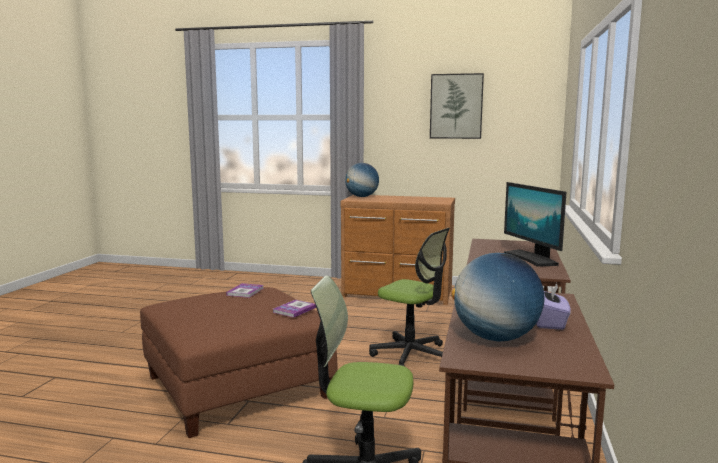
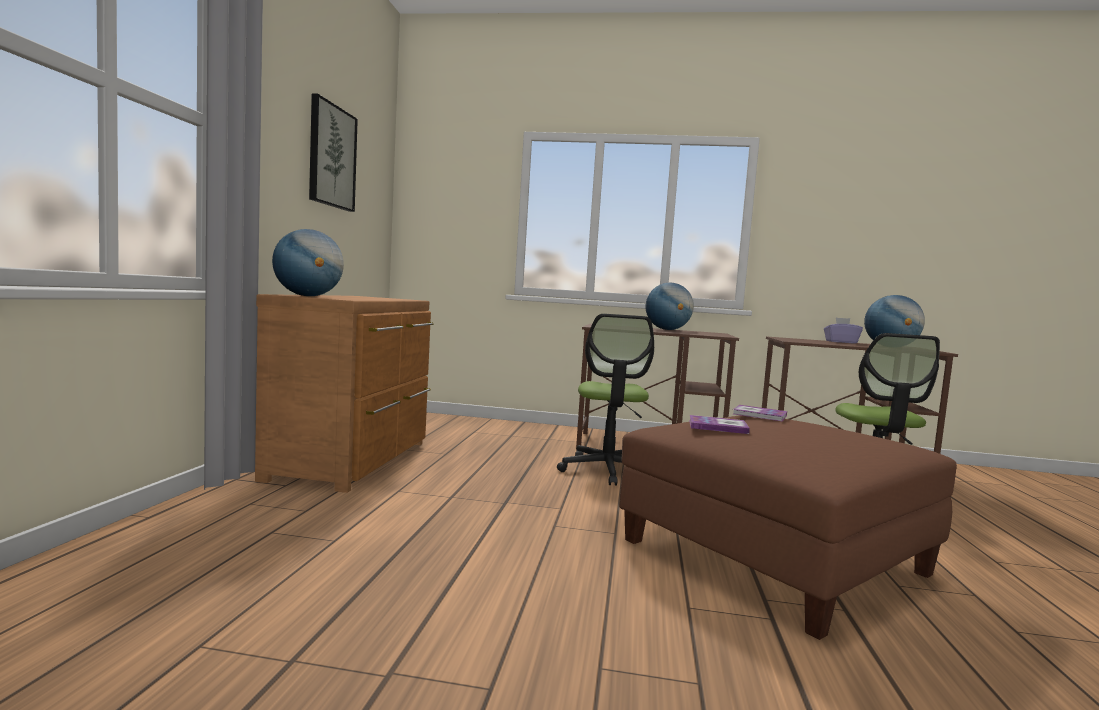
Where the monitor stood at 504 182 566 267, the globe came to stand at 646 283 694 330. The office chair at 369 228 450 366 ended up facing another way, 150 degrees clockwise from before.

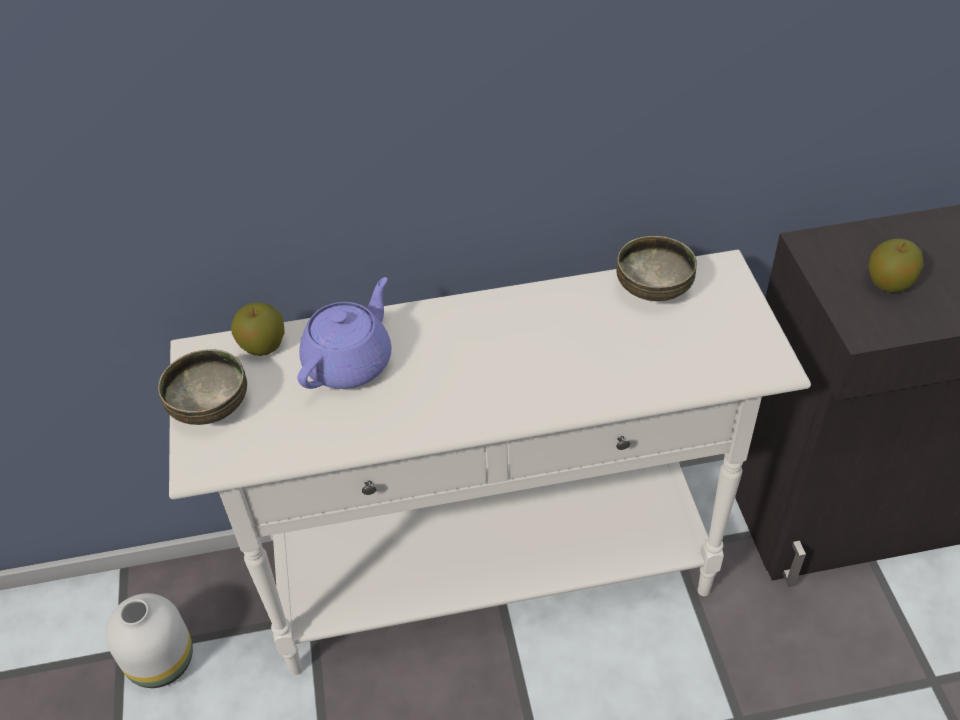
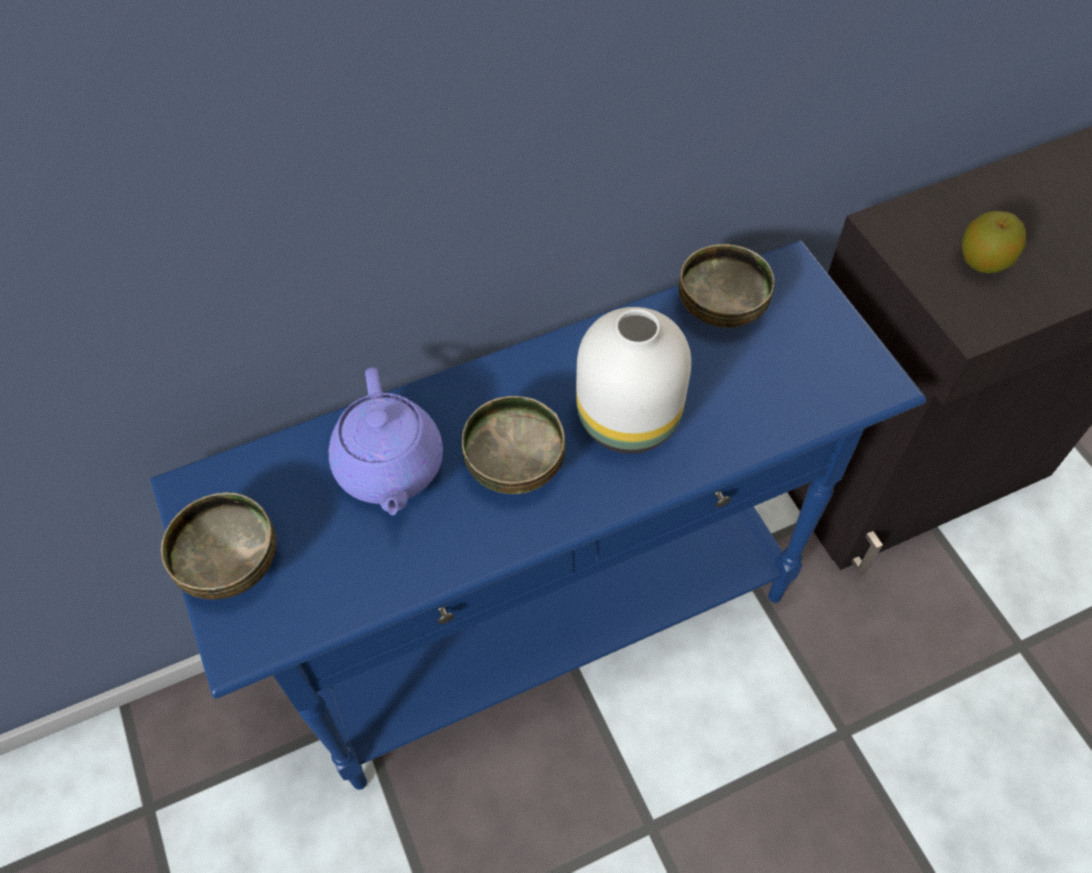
What was the console table in white at 169 250 811 675 turned into the console table in blue at 150 240 926 790. The teapot in purple at 297 277 391 389 ended up facing another way, 150 degrees clockwise from before. The second view lost the apple at 231 303 285 356. The vase in white ended up elsewhere, having gone from 105 593 193 688 to 576 307 691 453. The second view gained the bowl at 461 396 565 494.

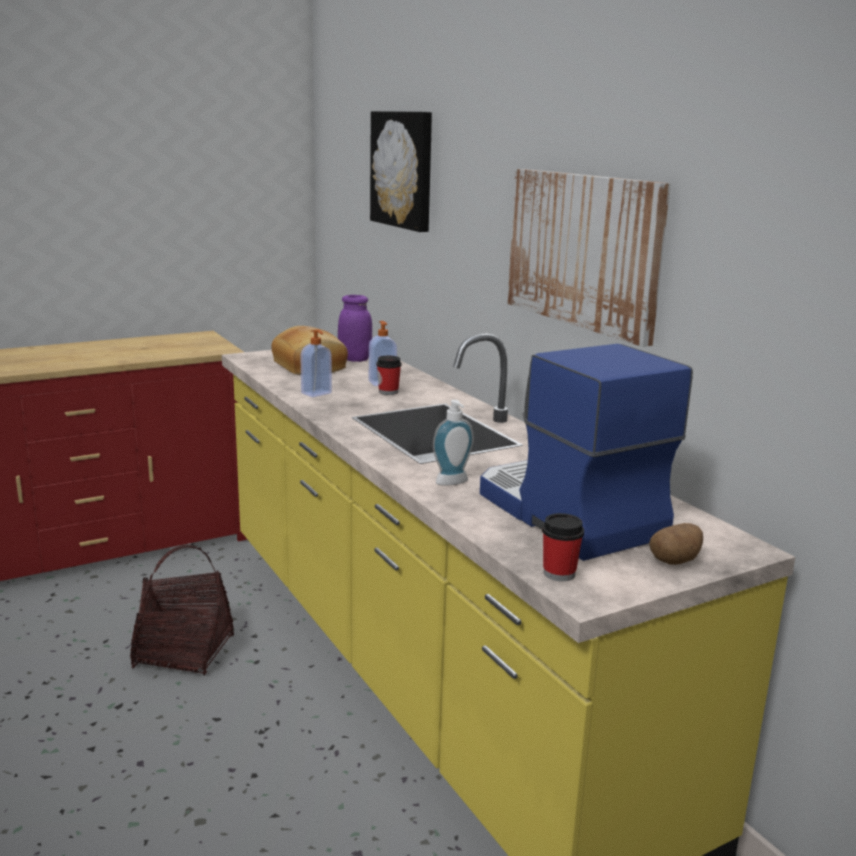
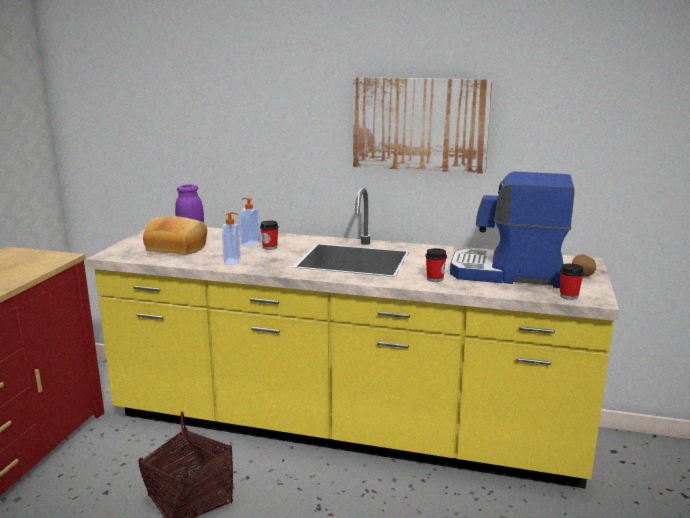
The second view lost the picture at 370 111 432 232. Where the soap dispenser stood at 433 400 474 485, the cup came to stand at 426 248 447 282.

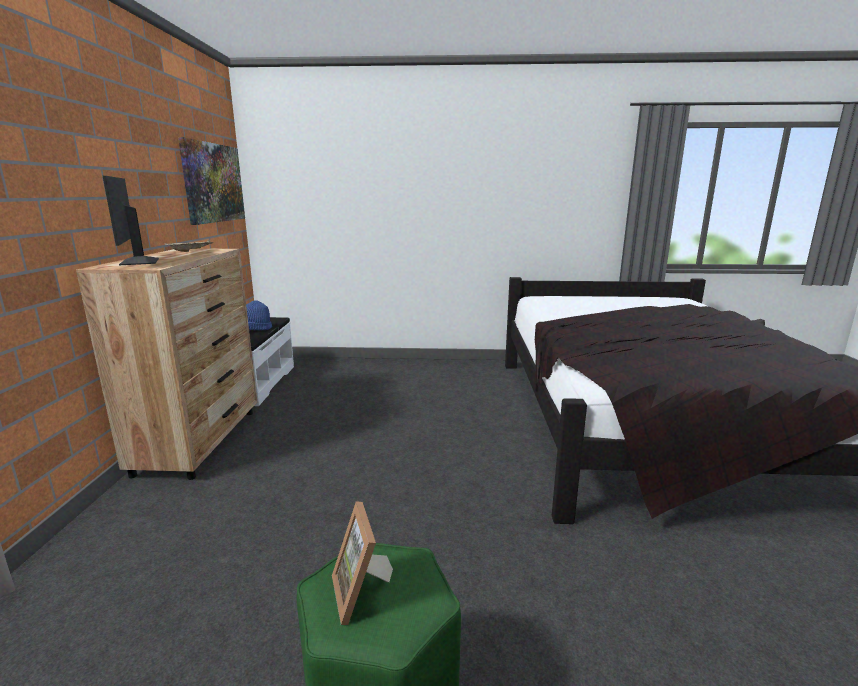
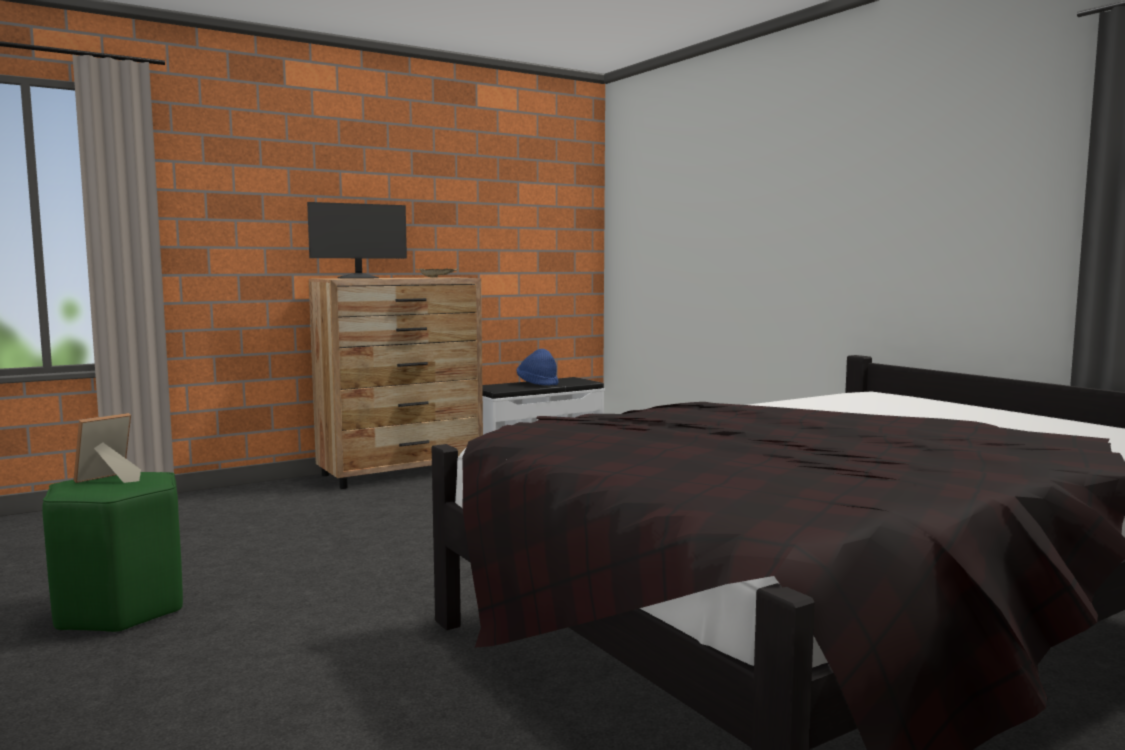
The second view lost the picture at 178 137 245 225. The monitor at 103 176 159 265 ended up facing another way, 150 degrees counterclockwise from before.

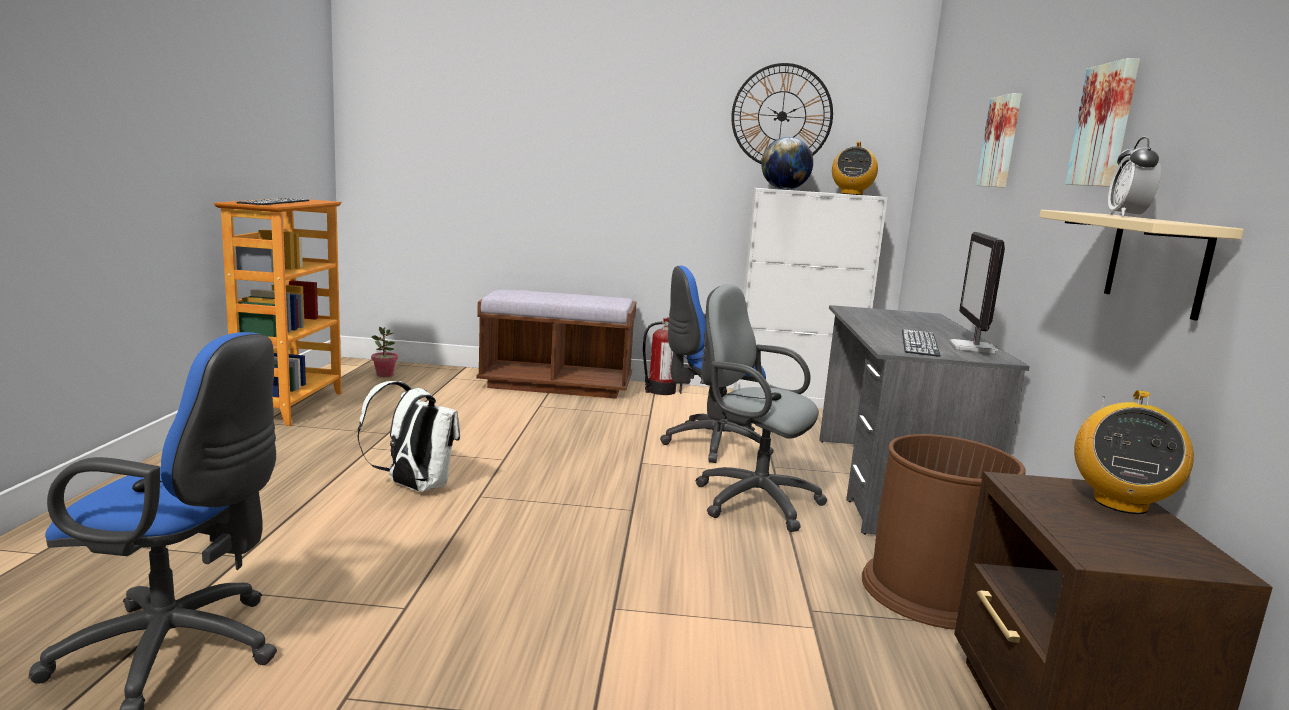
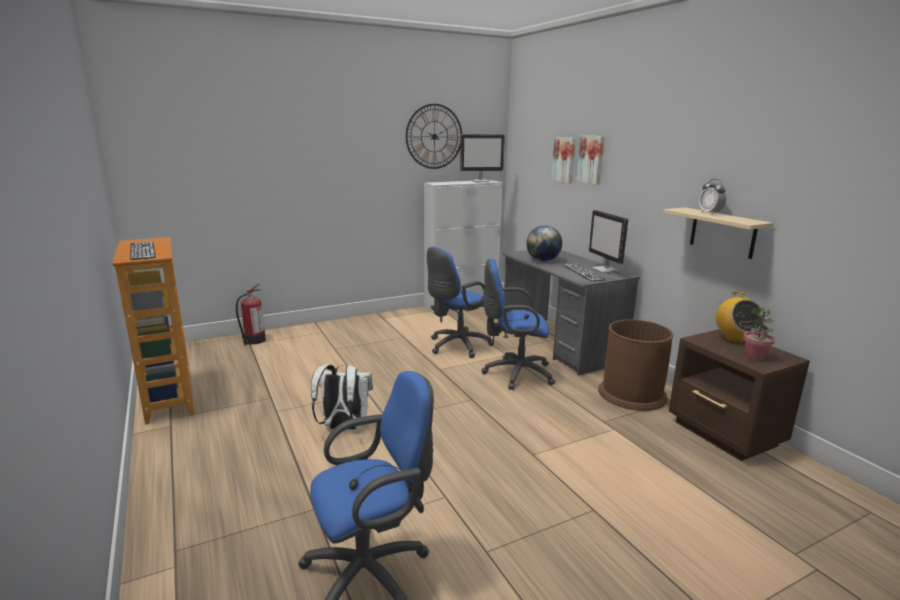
The picture ended up elsewhere, having gone from 1065 58 1140 187 to 551 137 576 183. The globe ended up elsewhere, having gone from 761 137 813 190 to 526 226 562 261. Where the radio stood at 832 141 878 195, the monitor came to stand at 460 134 505 182. What was the office chair in grey at 695 284 827 532 turned into the office chair in blue at 482 259 556 390. The second view lost the bench in brown at 476 289 637 399. The fire extinguisher ended up elsewhere, having gone from 643 316 676 395 to 236 283 266 345. The potted plant ended up elsewhere, having gone from 371 327 398 377 to 743 307 775 360.

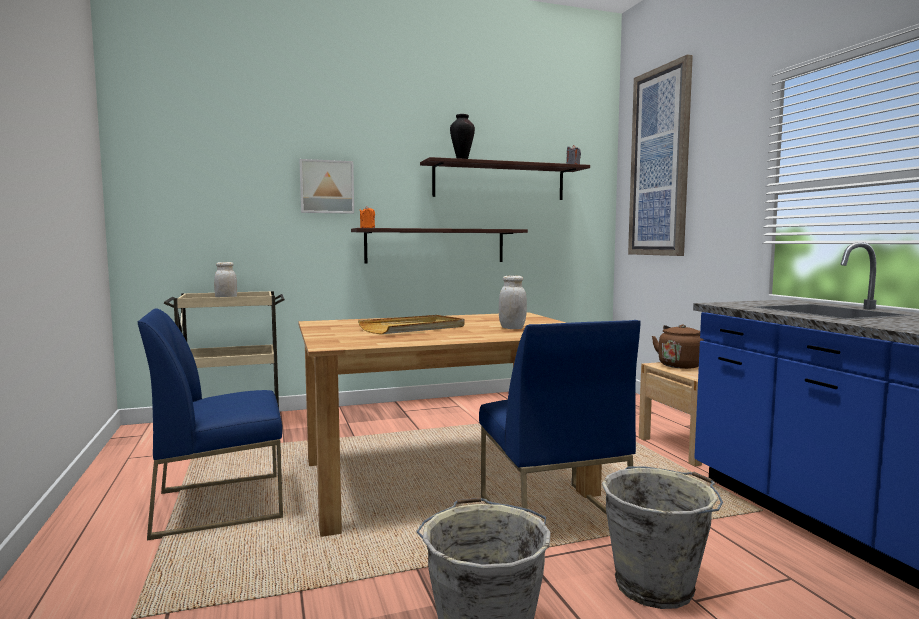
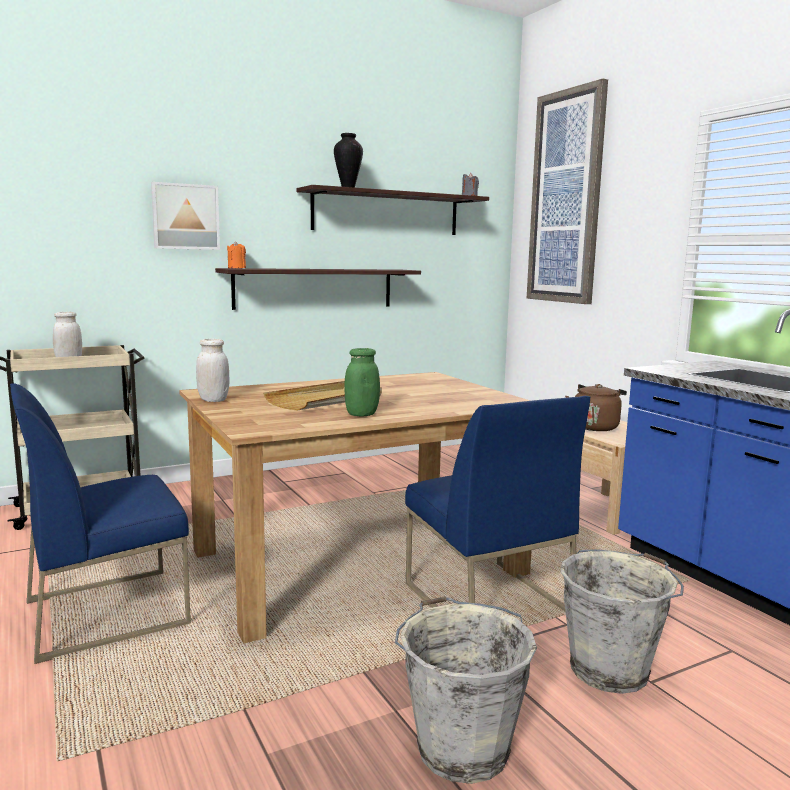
The jar in white ended up elsewhere, having gone from 499 275 527 329 to 196 338 229 402. The second view gained the jar in green at 344 348 380 417.

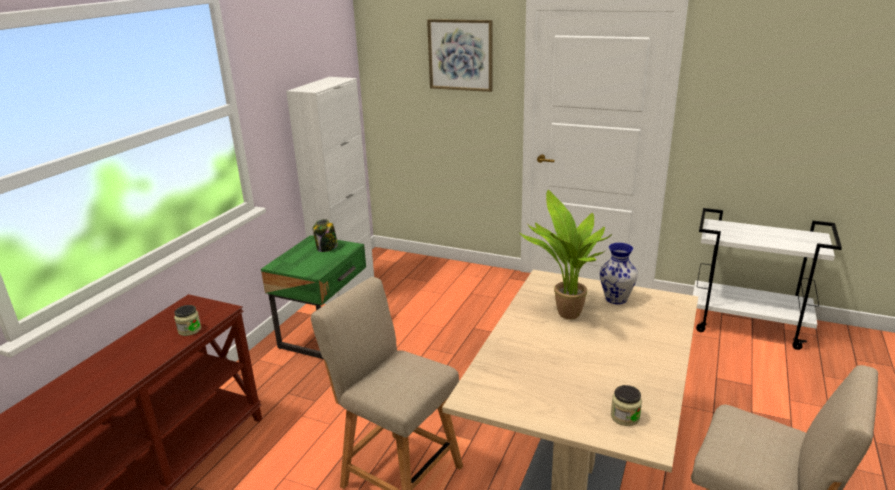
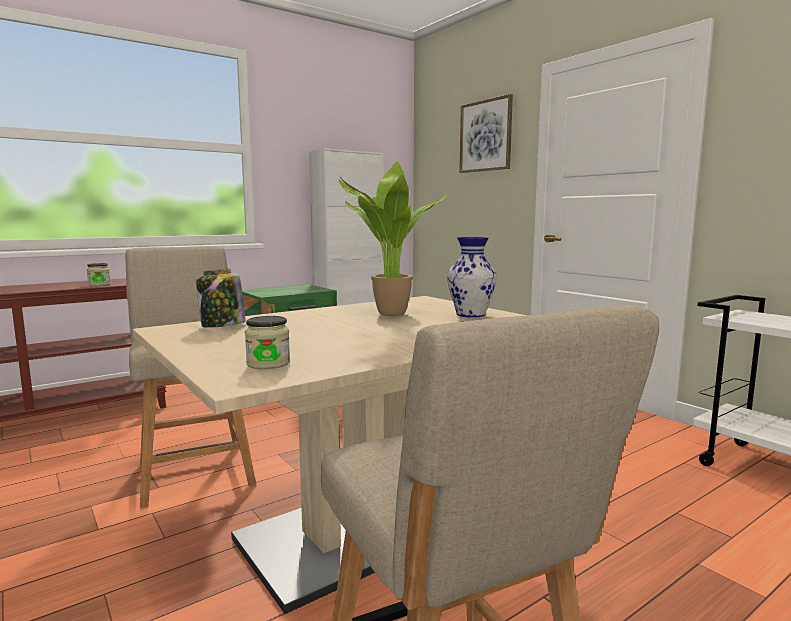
The jar ended up elsewhere, having gone from 313 219 338 252 to 196 269 246 328.

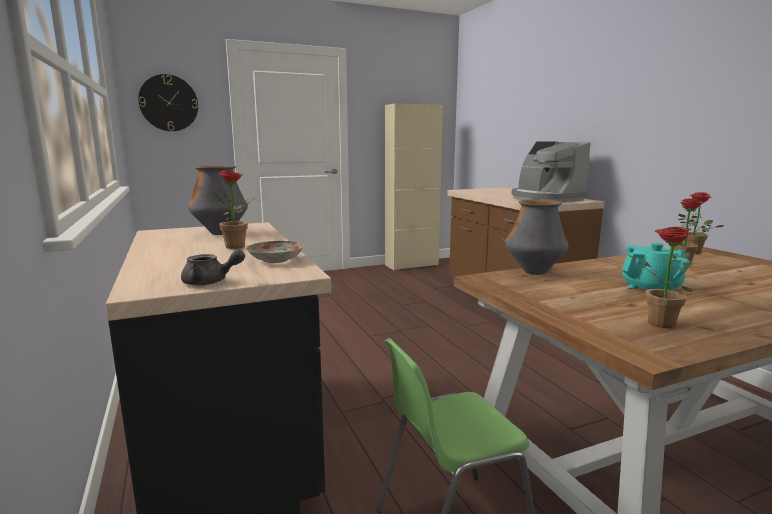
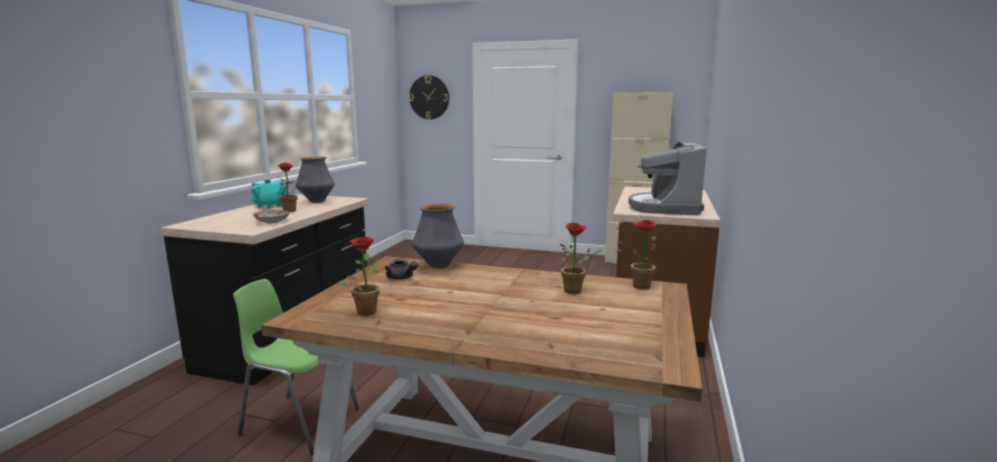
The teapot in turquoise ended up elsewhere, having gone from 622 243 690 291 to 251 179 287 208. The teapot in grey ended up elsewhere, having gone from 181 250 245 286 to 385 259 418 280.

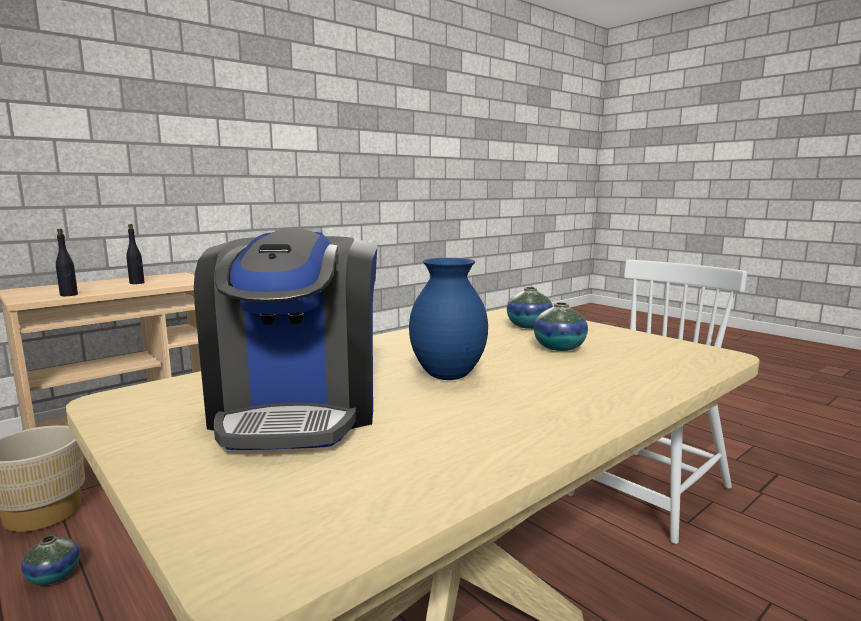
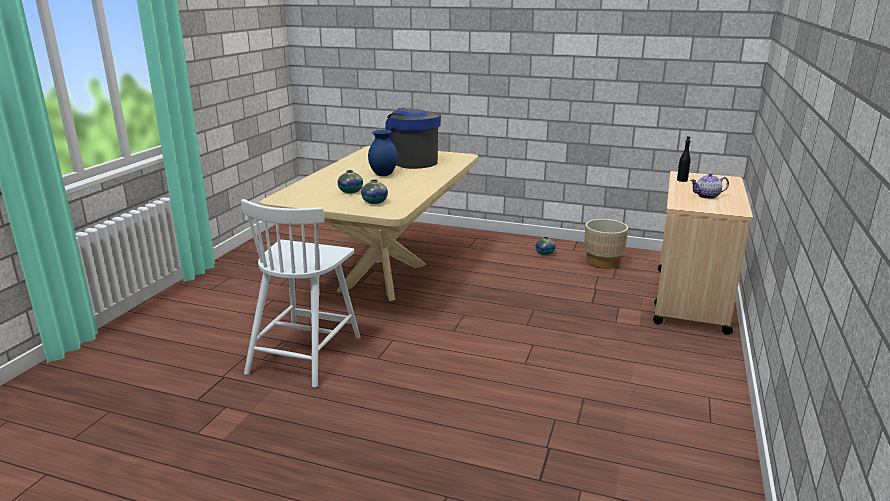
Where the bottle in black stood at 126 224 144 284, the teapot came to stand at 691 173 729 199.

